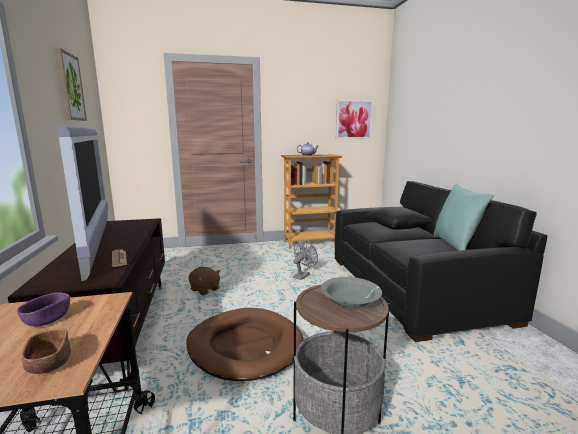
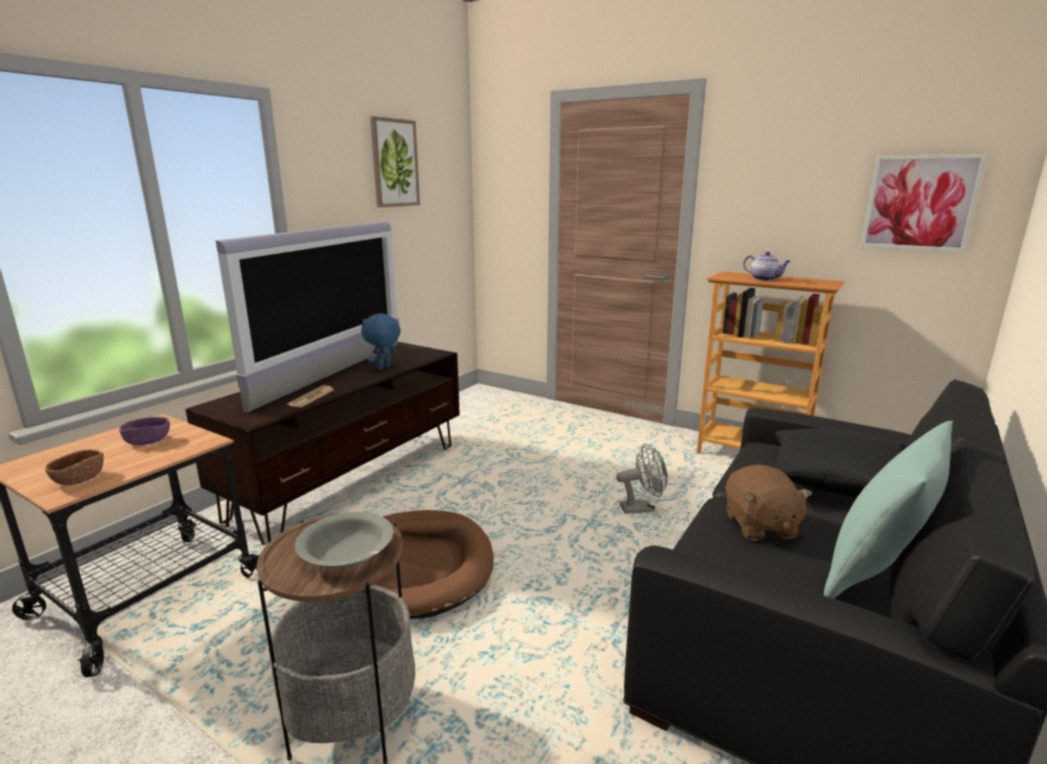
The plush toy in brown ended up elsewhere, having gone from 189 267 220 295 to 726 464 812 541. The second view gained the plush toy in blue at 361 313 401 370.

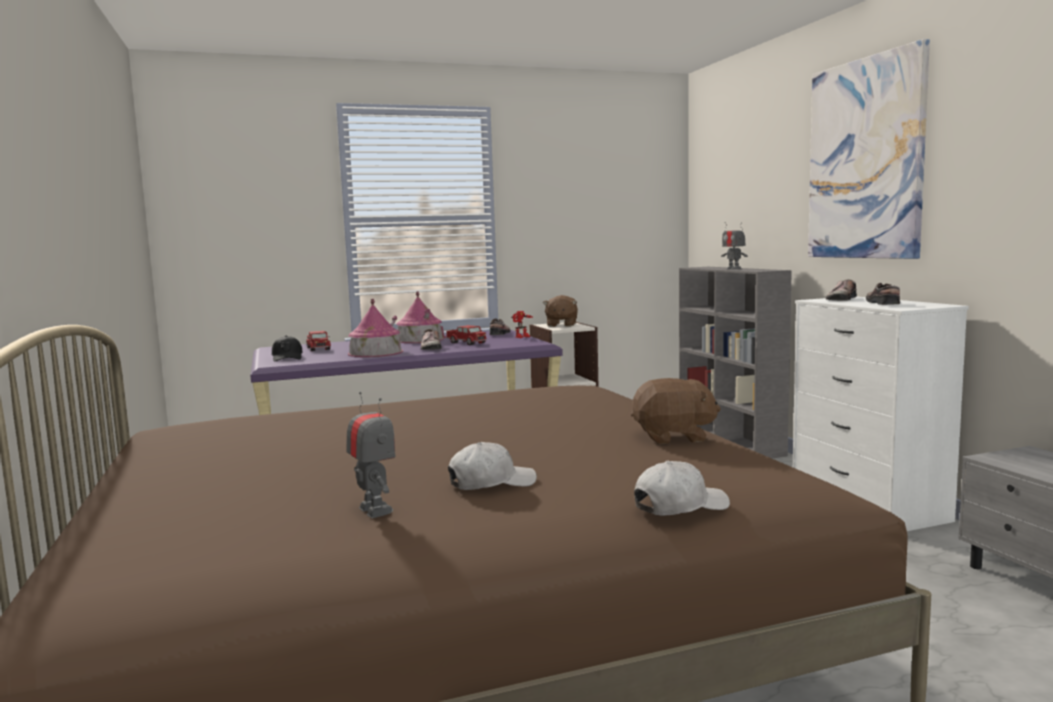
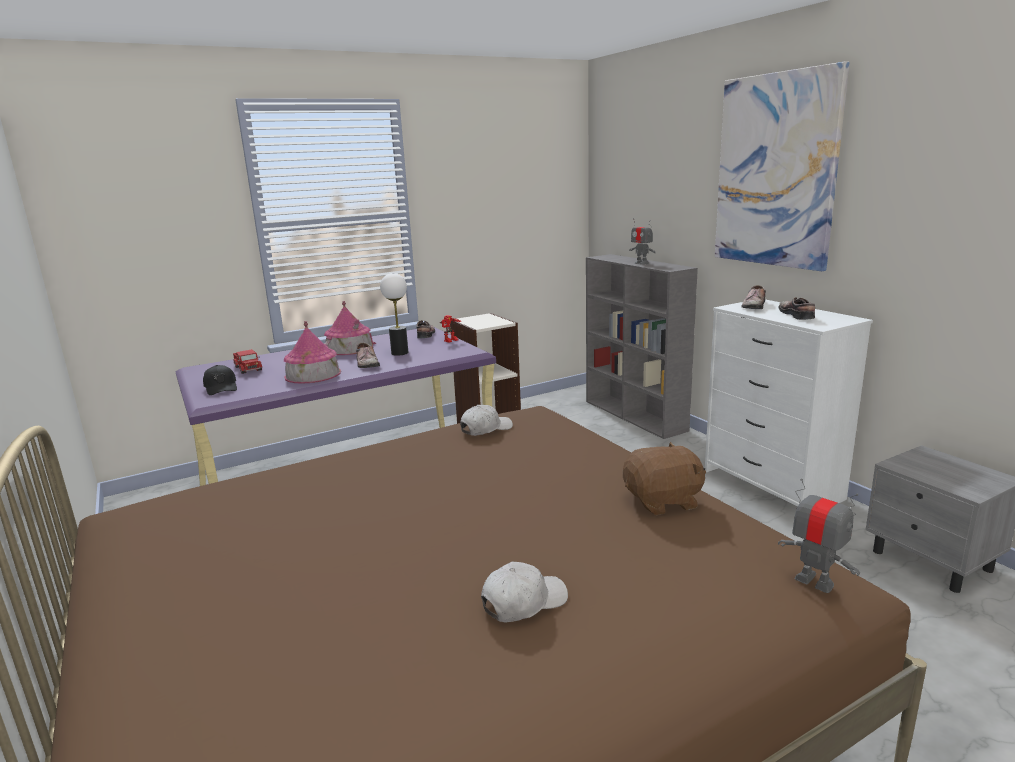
The second view lost the plush toy in brown at 543 295 578 327. Where the toy truck stood at 446 325 487 345, the table lamp came to stand at 380 273 408 356. The toy robot ended up elsewhere, having gone from 346 392 395 518 to 778 478 860 593. The cap in white ended up elsewhere, having gone from 634 461 730 516 to 460 405 513 436.

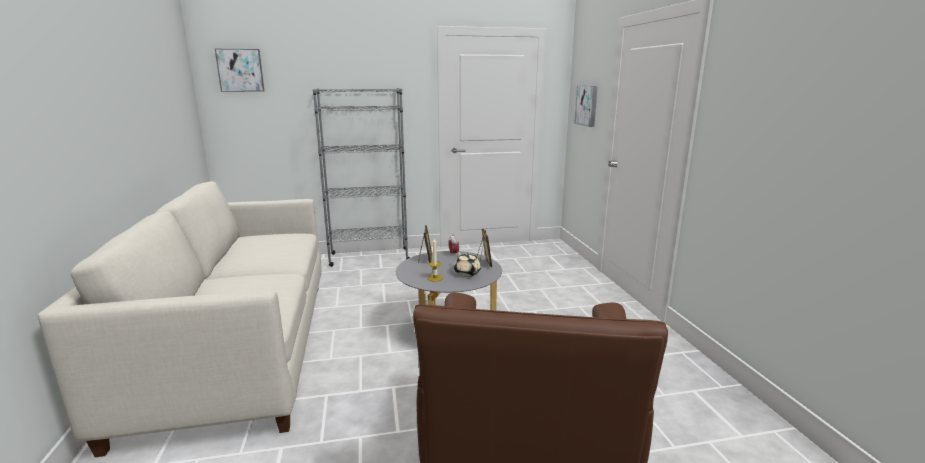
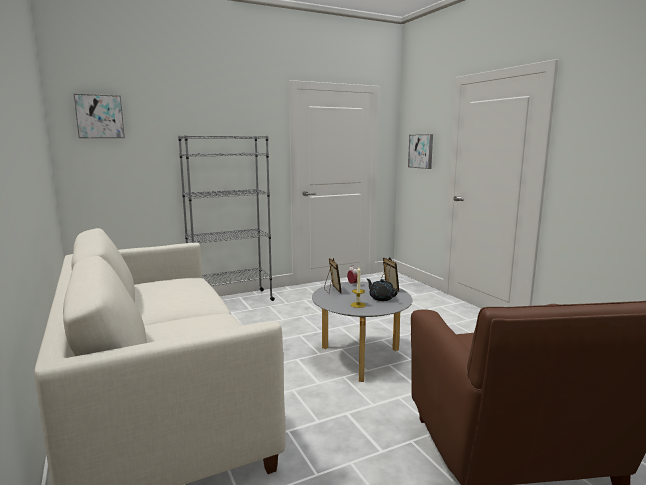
What was the teapot in beige at 454 250 481 277 turned into the teapot in black at 367 279 398 301.

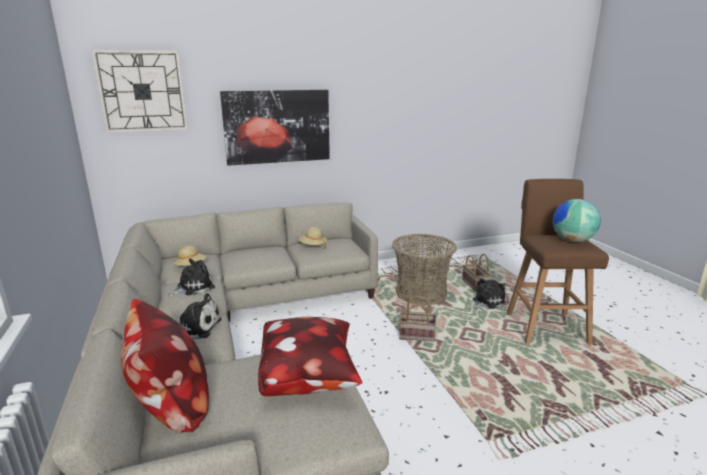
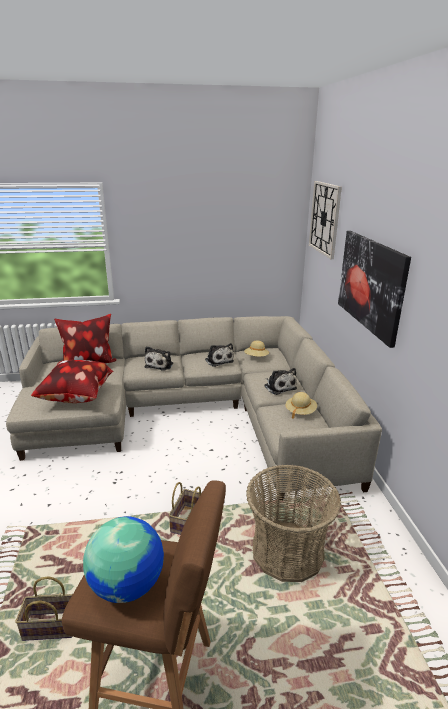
The basket ended up elsewhere, having gone from 462 254 491 291 to 15 576 73 641. The plush toy ended up elsewhere, having gone from 472 278 506 309 to 264 368 297 395.

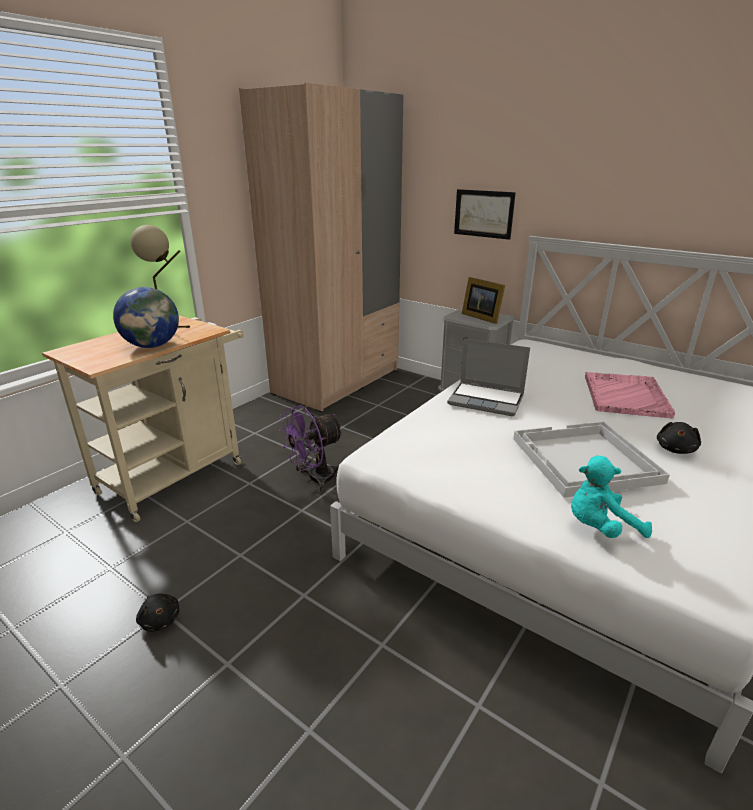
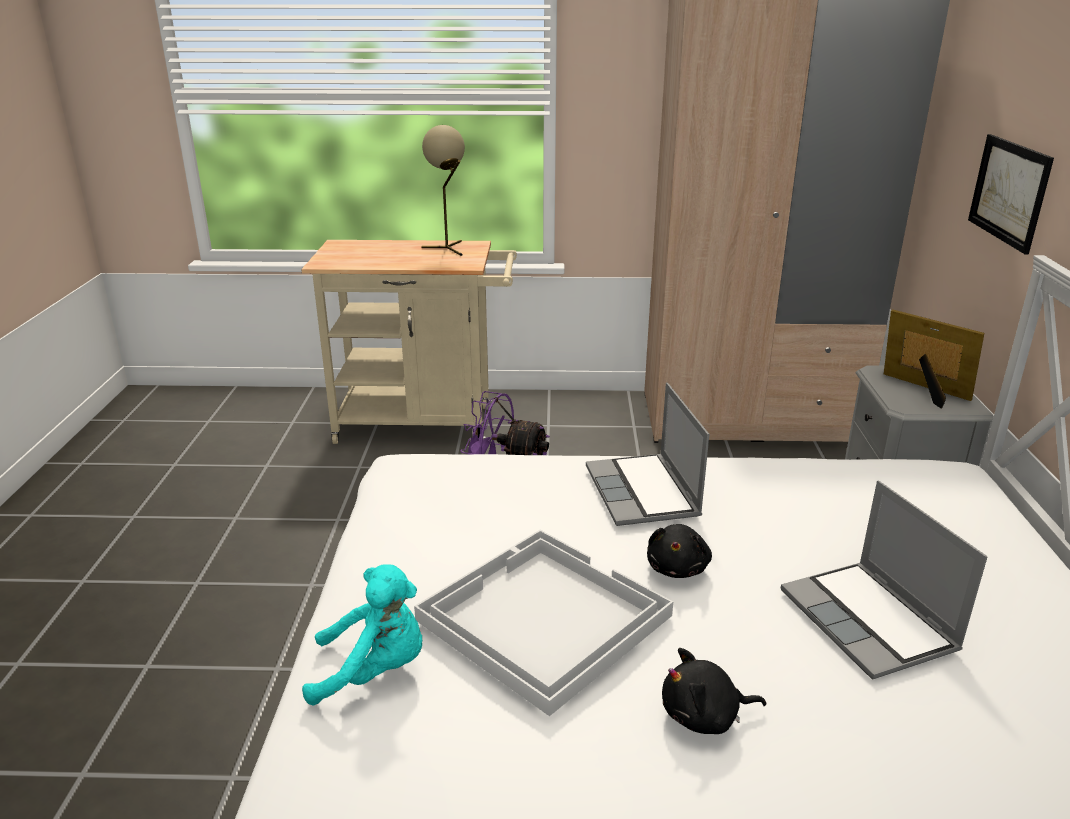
The picture frame at 462 277 505 324 ended up facing another way, 120 degrees clockwise from before. The second view lost the globe at 113 287 179 348. Where the tray in pink stood at 585 372 675 418, the laptop came to stand at 781 481 988 680. The plush toy in turquoise at 571 456 652 538 ended up facing another way, 135 degrees clockwise from before. The plush toy in black ended up elsewhere, having gone from 136 593 179 632 to 647 524 712 578.

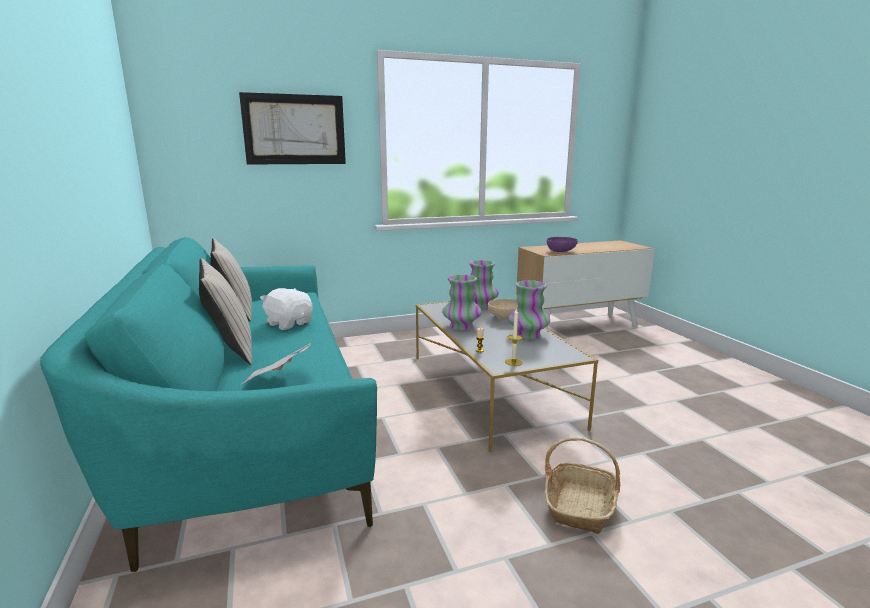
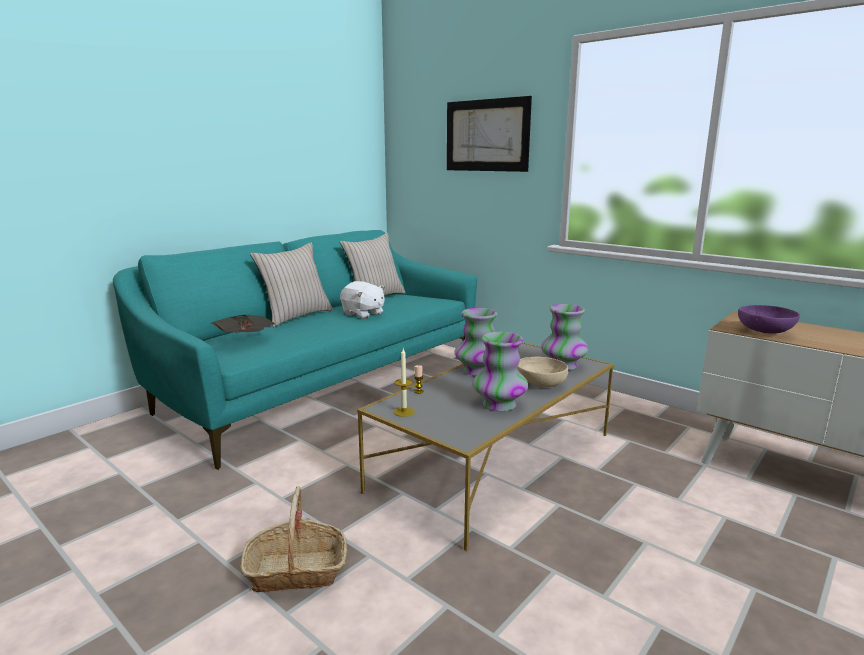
The plush toy in white at 260 288 313 330 ended up facing another way, 120 degrees clockwise from before.

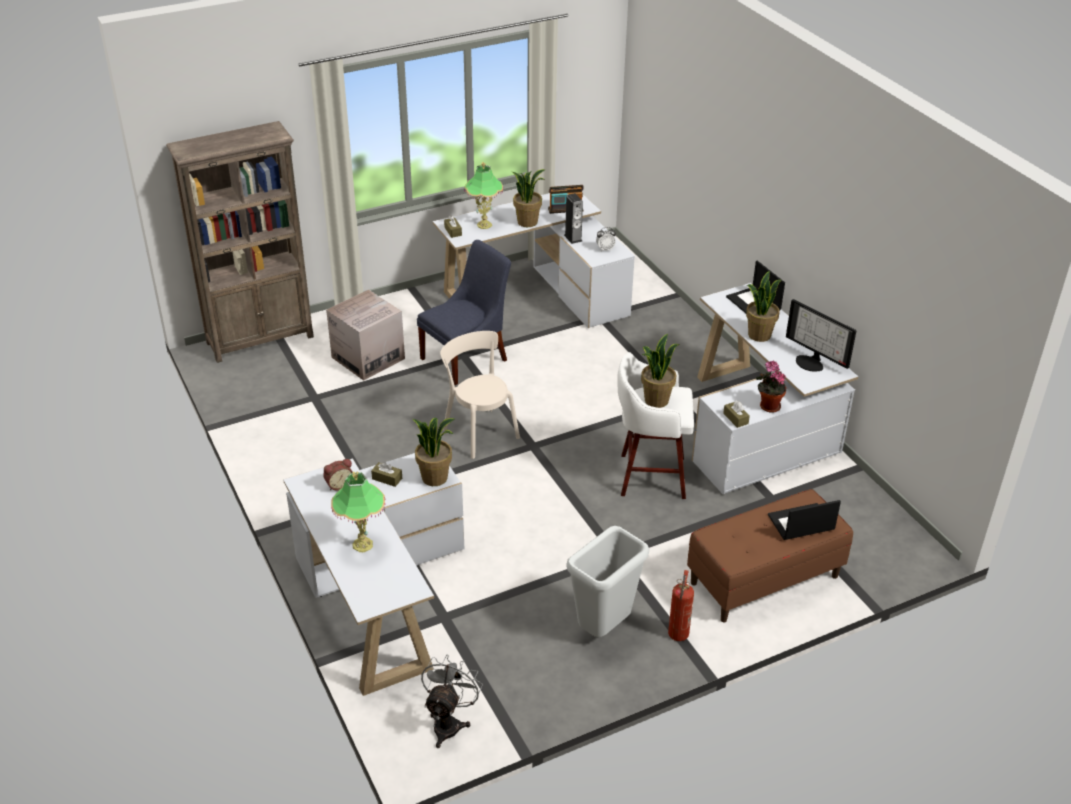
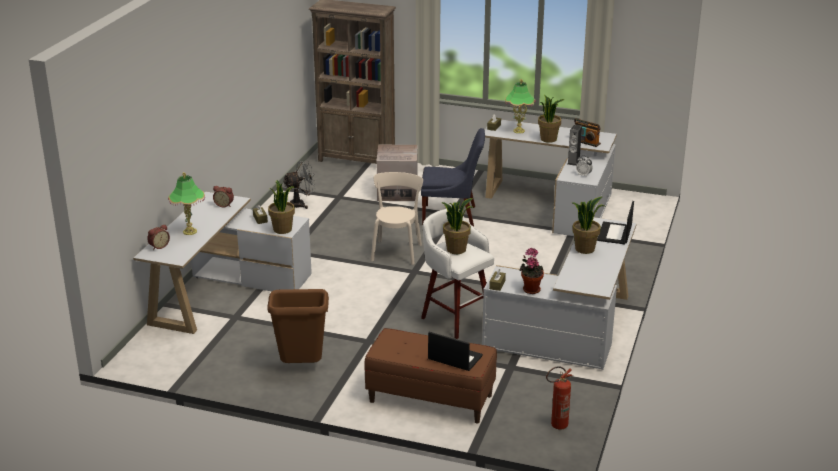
The second view lost the monitor at 786 299 857 371. What was the trash can in grey at 567 526 649 637 turned into the trash can in brown at 267 289 329 363. The fire extinguisher ended up elsewhere, having gone from 668 570 694 641 to 546 366 573 430. The fan in grey ended up elsewhere, having gone from 421 654 483 748 to 283 161 317 209. The second view gained the alarm clock at 147 224 170 250.

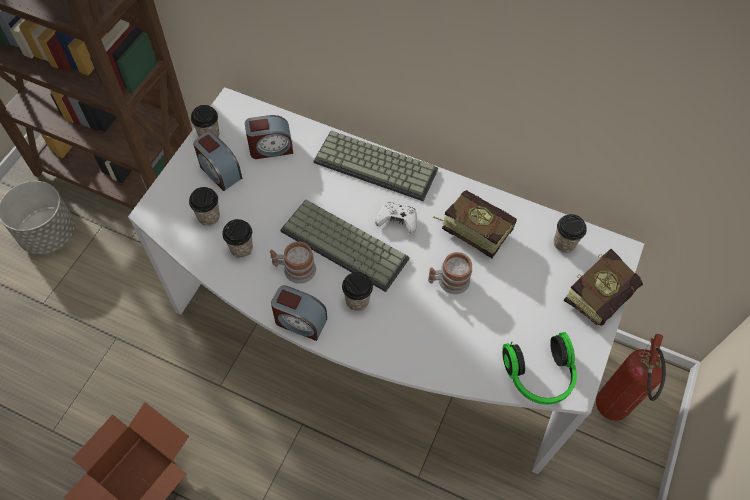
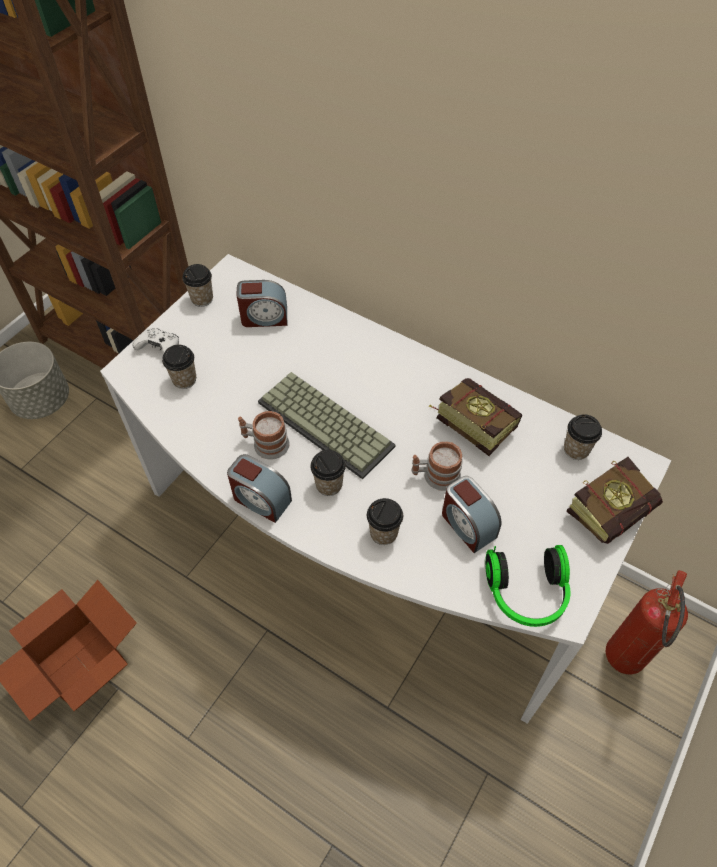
The second view lost the keyboard at 314 131 438 201. The alarm clock ended up elsewhere, having gone from 193 132 242 191 to 442 476 502 553. The game controller in white ended up elsewhere, having gone from 375 203 417 234 to 132 328 179 355. The cup ended up elsewhere, having gone from 222 219 253 258 to 367 498 403 545.

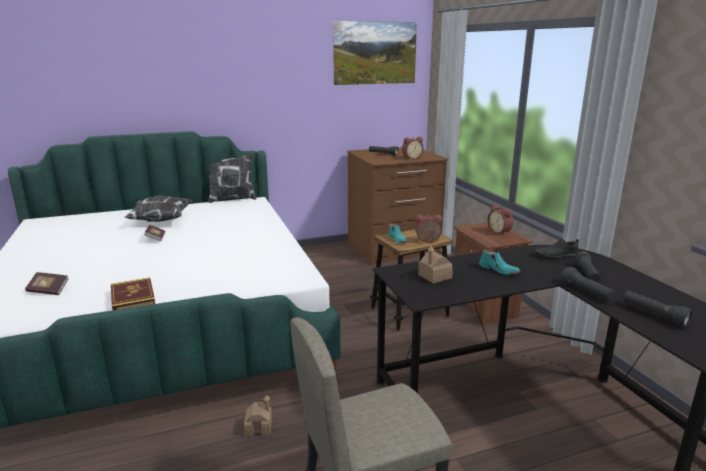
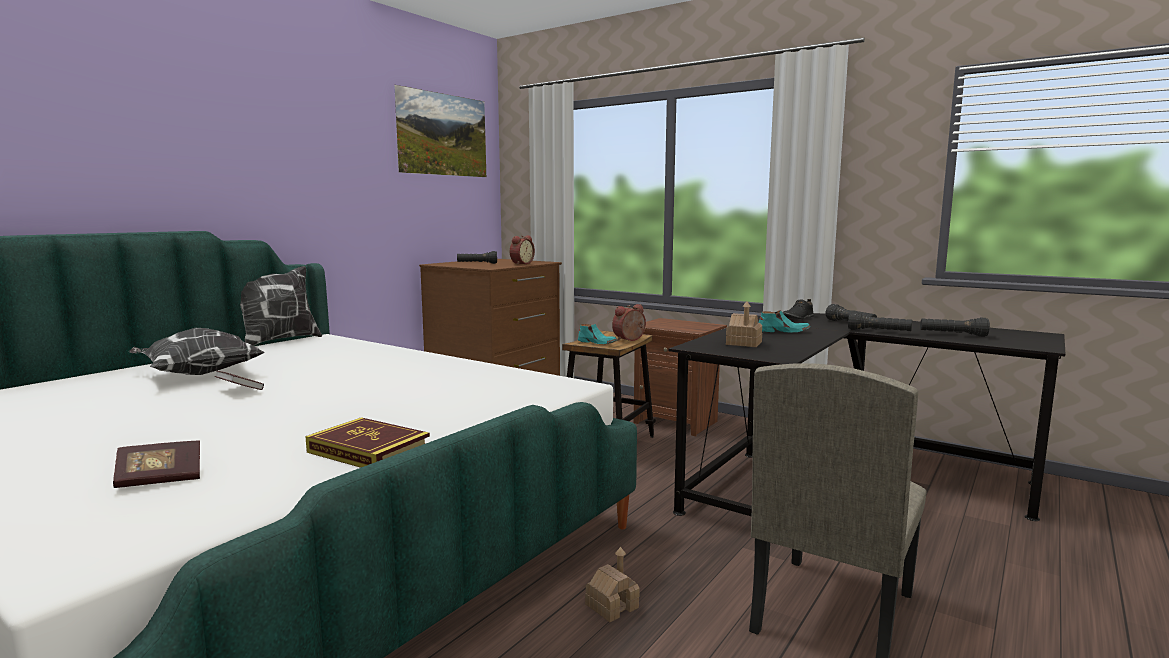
The second view lost the alarm clock at 487 204 513 236.

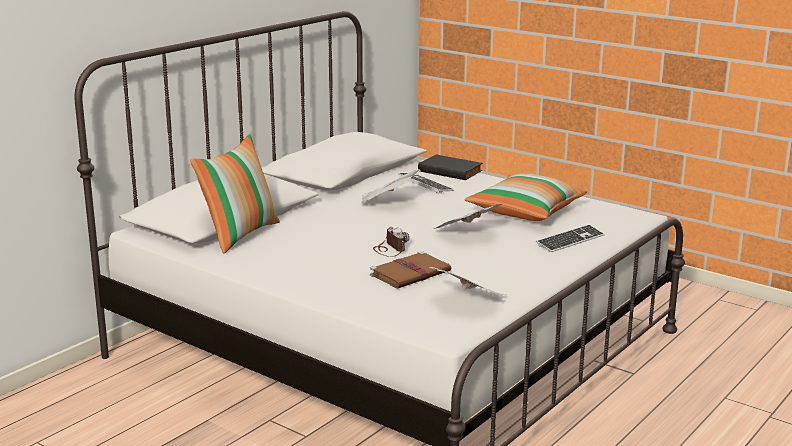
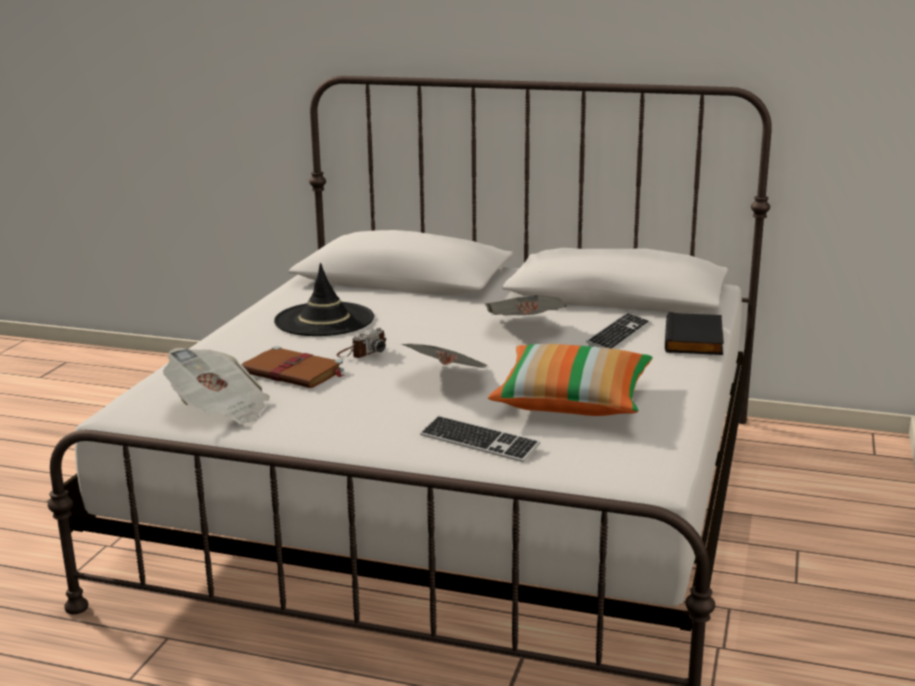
The second view lost the pillow at 190 134 280 254. The second view gained the hat in black at 274 263 374 336.

